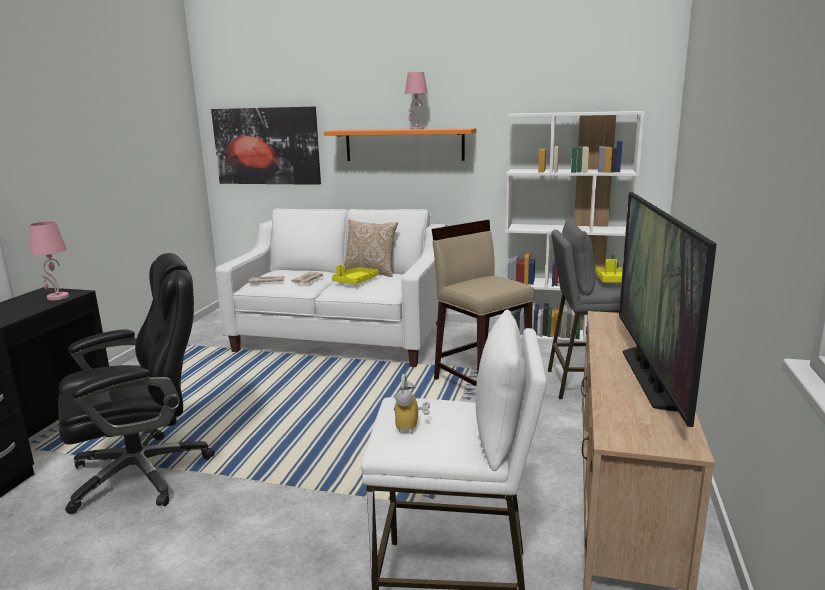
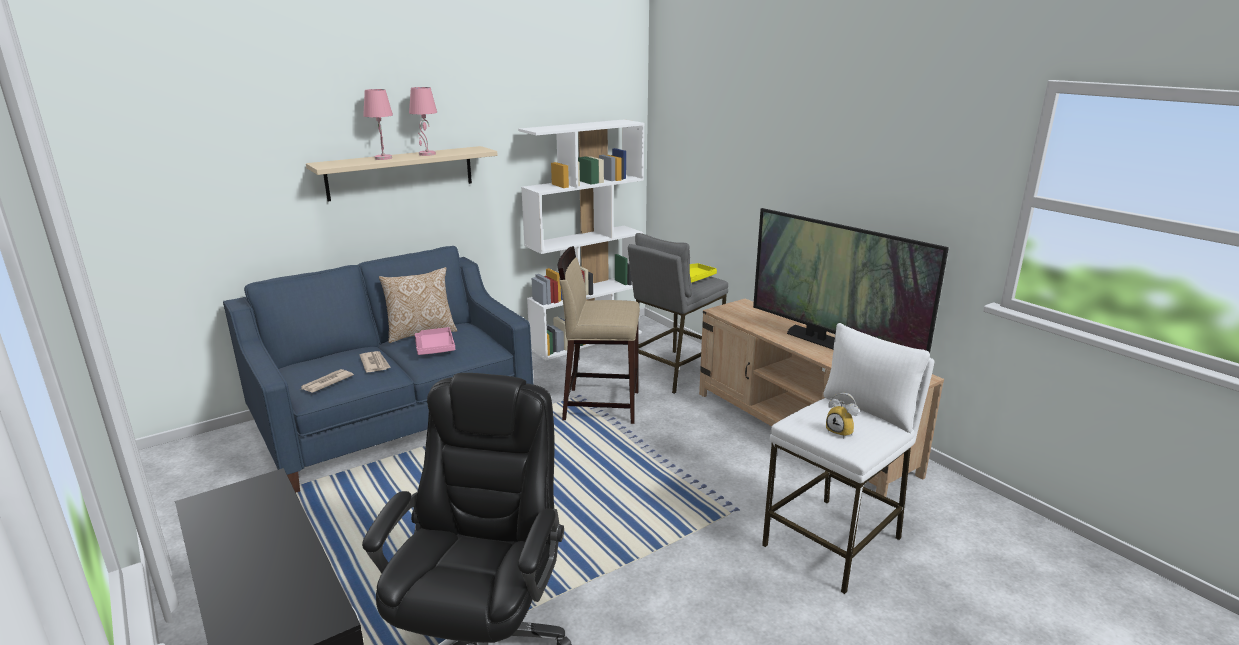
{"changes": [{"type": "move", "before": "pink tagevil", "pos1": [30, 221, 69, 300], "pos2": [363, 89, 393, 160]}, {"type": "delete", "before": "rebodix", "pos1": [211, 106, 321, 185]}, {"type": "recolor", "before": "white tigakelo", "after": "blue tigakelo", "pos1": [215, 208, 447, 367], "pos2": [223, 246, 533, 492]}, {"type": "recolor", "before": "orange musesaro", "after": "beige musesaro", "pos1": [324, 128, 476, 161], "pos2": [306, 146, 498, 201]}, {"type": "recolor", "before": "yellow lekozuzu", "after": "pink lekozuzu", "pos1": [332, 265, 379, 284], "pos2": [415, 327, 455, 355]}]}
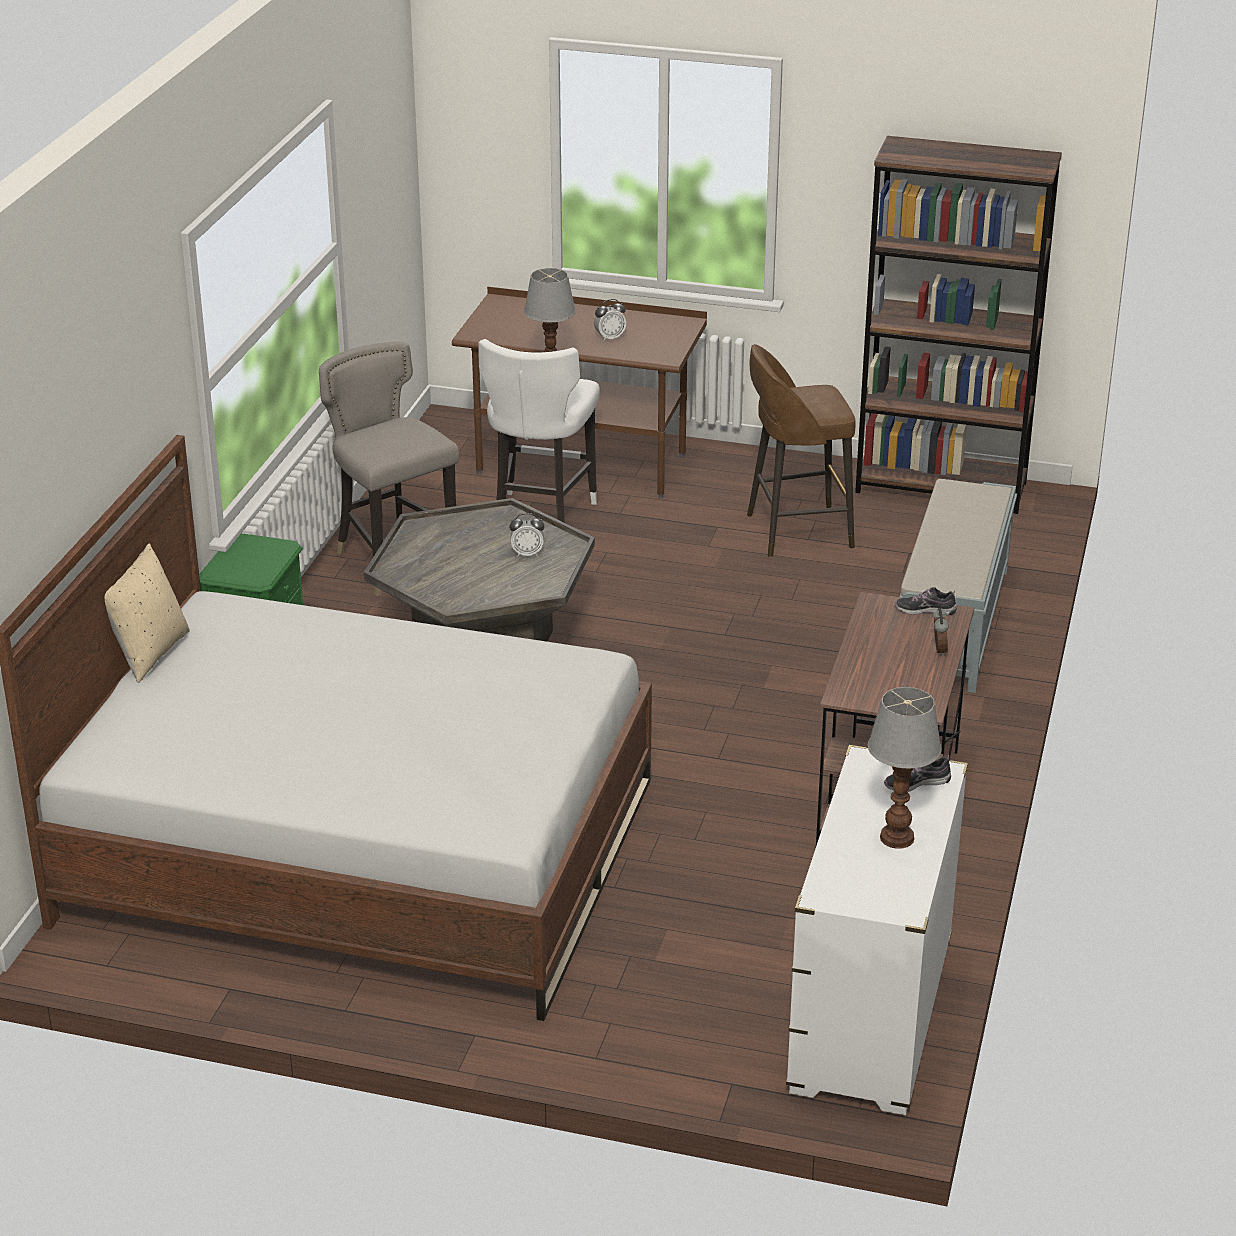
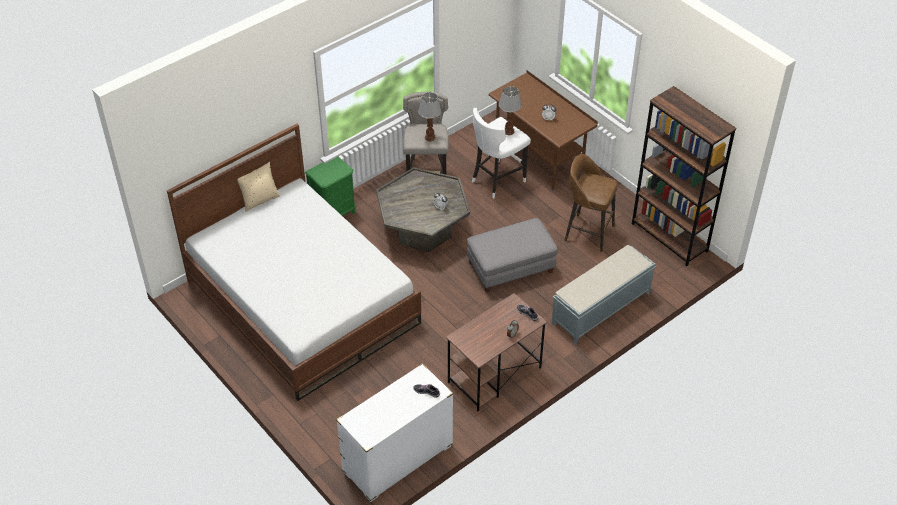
{"changes": [{"type": "move", "before": "tagevil", "pos1": [868, 687, 942, 849], "pos2": [418, 92, 441, 141]}, {"type": "insert", "after": "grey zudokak", "pos2": [467, 218, 558, 293]}]}
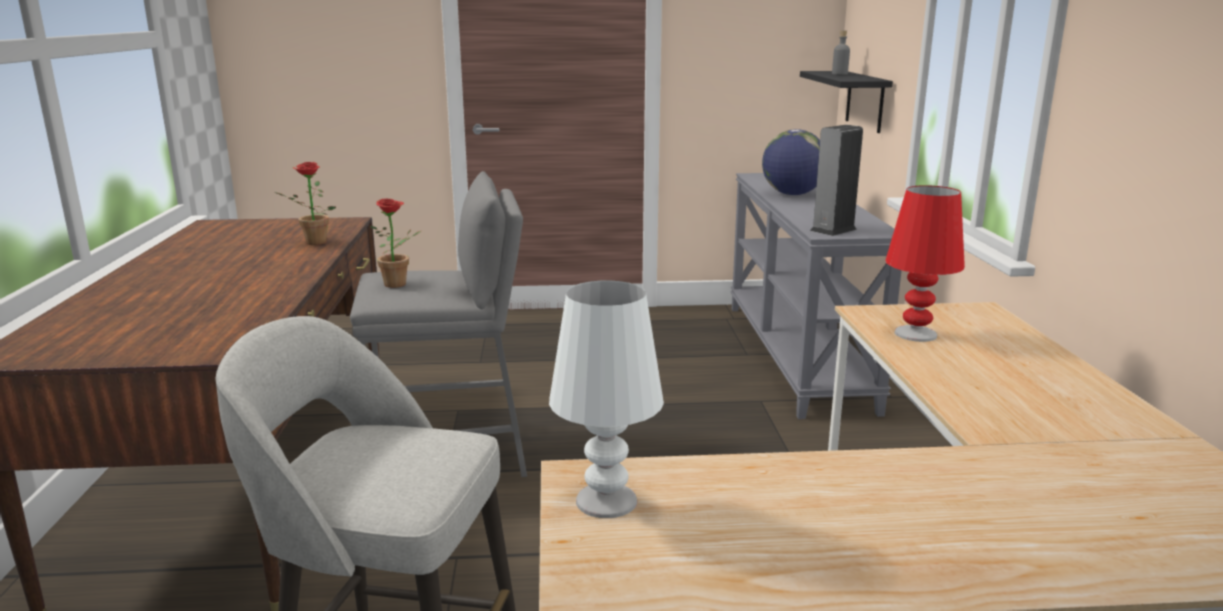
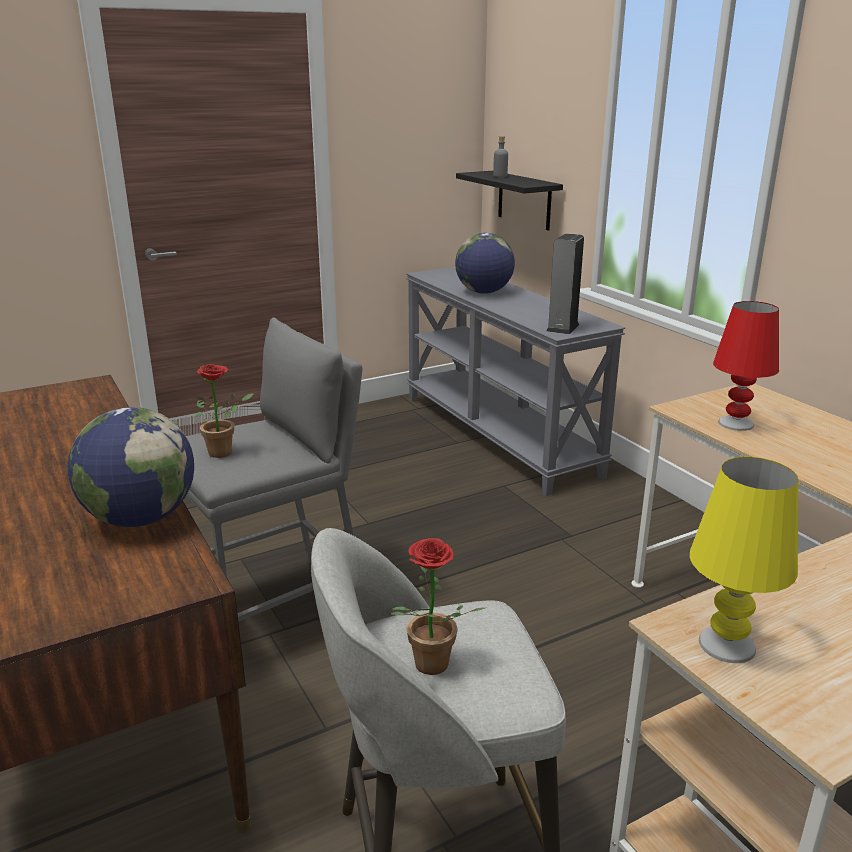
{"changes": [{"type": "move", "before": "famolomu", "pos1": [275, 162, 336, 245], "pos2": [390, 538, 485, 675]}, {"type": "recolor", "before": "white tagevil", "after": "yellow tagevil", "pos1": [549, 281, 664, 518], "pos2": [690, 457, 798, 663]}, {"type": "insert", "after": "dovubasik", "pos2": [68, 407, 194, 527]}]}
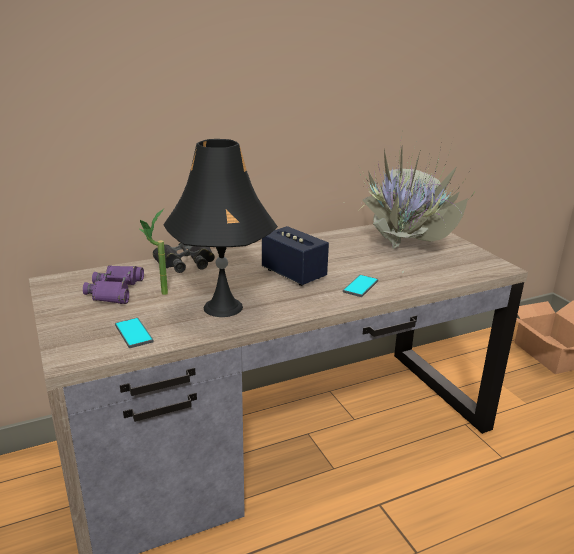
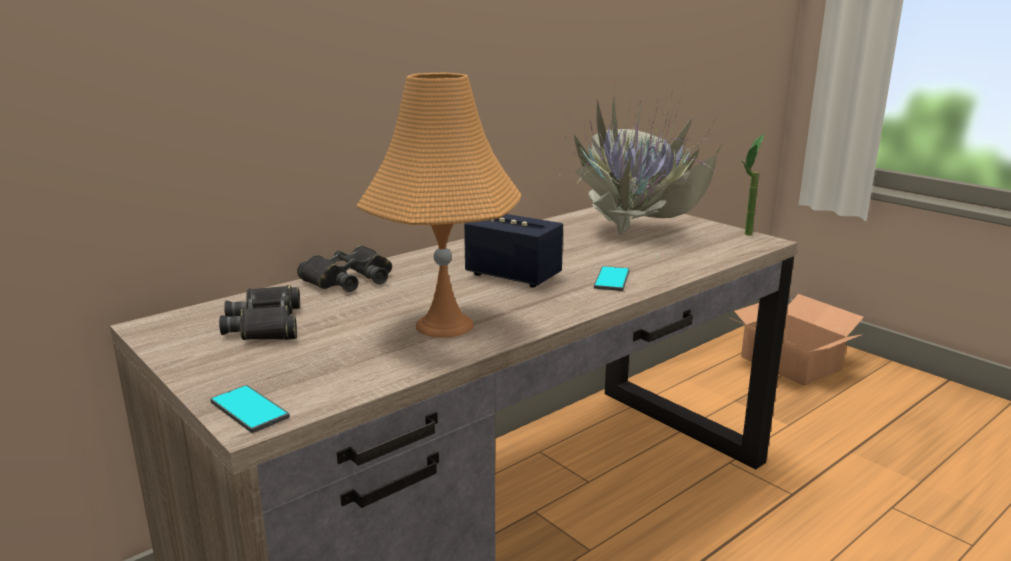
{"changes": [{"type": "recolor", "before": "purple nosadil", "after": "black nosadil", "pos1": [83, 265, 144, 304], "pos2": [219, 285, 300, 340]}, {"type": "move", "before": "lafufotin", "pos1": [115, 318, 154, 348], "pos2": [210, 385, 290, 433]}, {"type": "move", "before": "famolomu", "pos1": [140, 209, 168, 295], "pos2": [740, 134, 764, 236]}, {"type": "recolor", "before": "black tagevil", "after": "orange tagevil", "pos1": [163, 139, 278, 317], "pos2": [356, 73, 522, 338]}]}
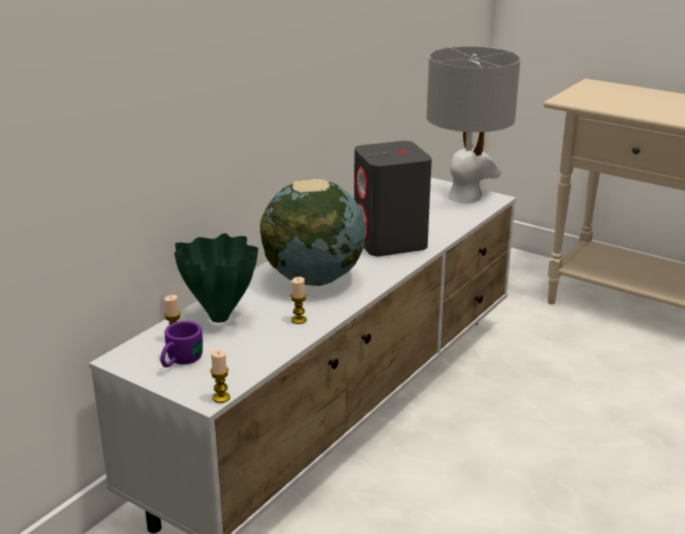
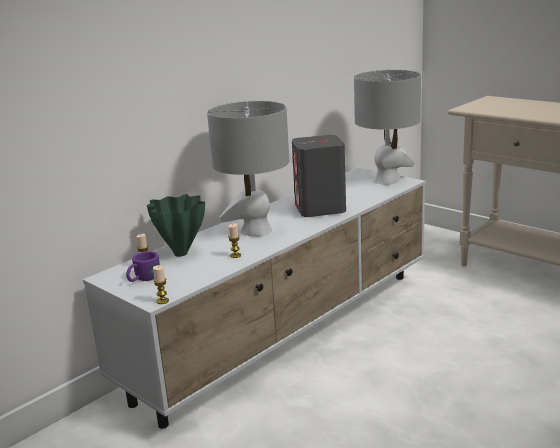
{"changes": [{"type": "replace", "before": "dovubasik", "after": "grey tagevil", "pos1": [260, 179, 366, 286], "pos2": [207, 101, 289, 237]}]}
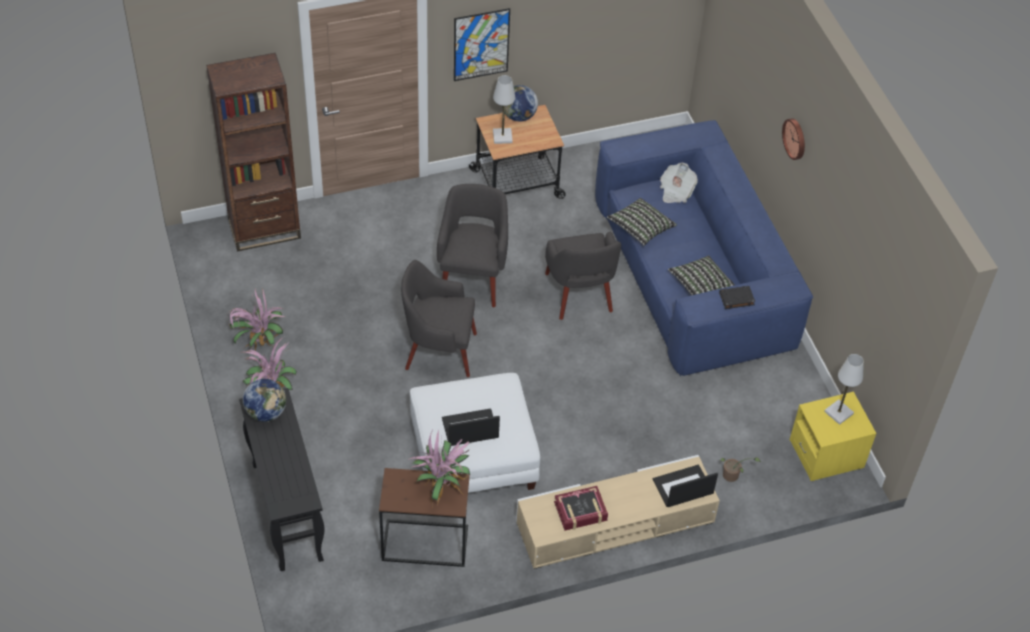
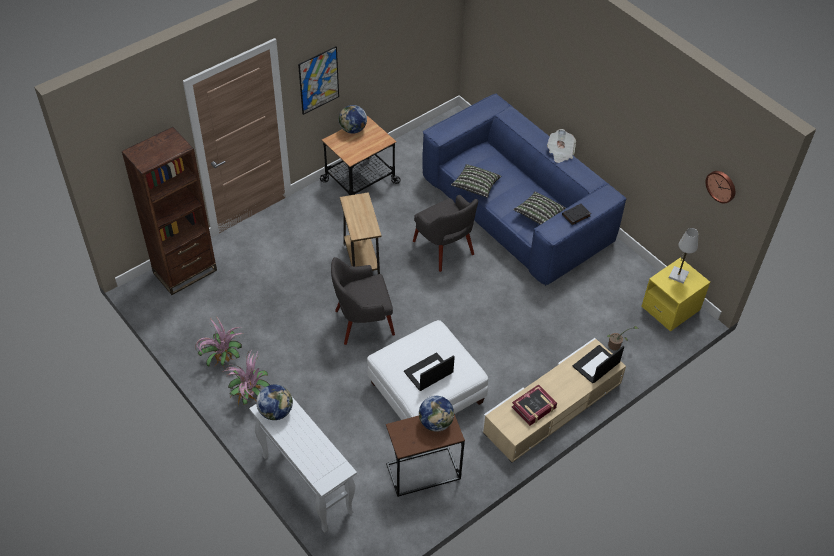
{"changes": [{"type": "recolor", "before": "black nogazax", "after": "white nogazax", "pos1": [239, 388, 325, 571], "pos2": [249, 397, 357, 533]}, {"type": "replace", "before": "famolomu", "after": "dovubasik", "pos1": [408, 430, 470, 508], "pos2": [419, 396, 454, 432]}, {"type": "replace", "before": "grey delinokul", "after": "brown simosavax", "pos1": [437, 184, 508, 307], "pos2": [340, 192, 382, 274]}, {"type": "delete", "before": "white tagevil", "pos1": [493, 75, 515, 144]}, {"type": "move", "before": "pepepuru", "pos1": [660, 163, 698, 203], "pos2": [547, 129, 576, 163]}, {"type": "move", "before": "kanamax", "pos1": [782, 118, 805, 160], "pos2": [705, 171, 735, 203]}]}
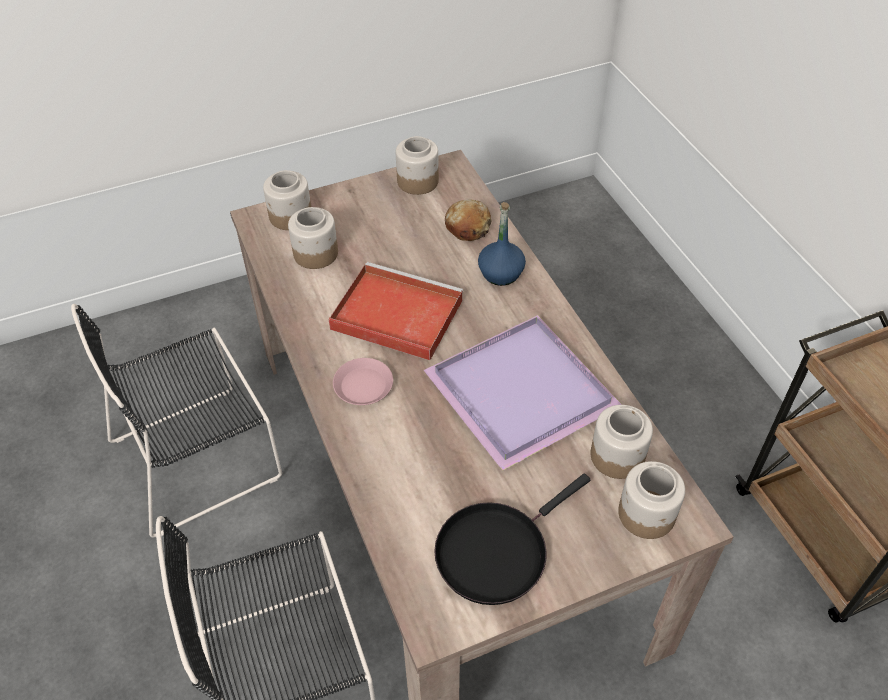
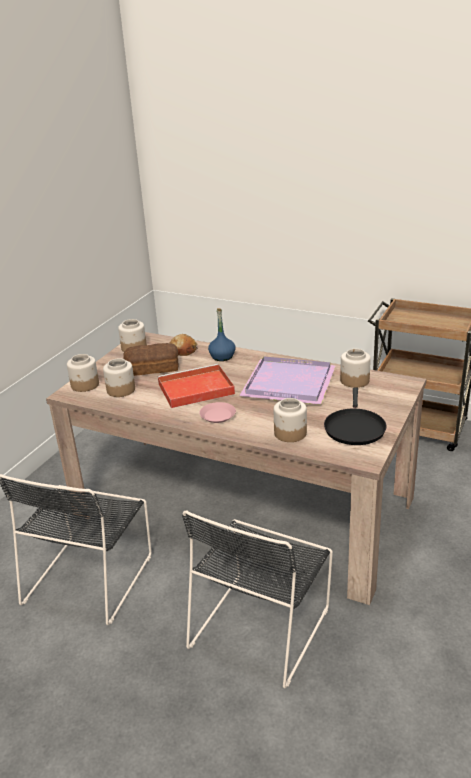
{"changes": [{"type": "move", "before": "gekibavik", "pos1": [618, 461, 685, 539], "pos2": [274, 398, 307, 442]}, {"type": "insert", "after": "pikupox", "pos2": [123, 343, 178, 376]}]}
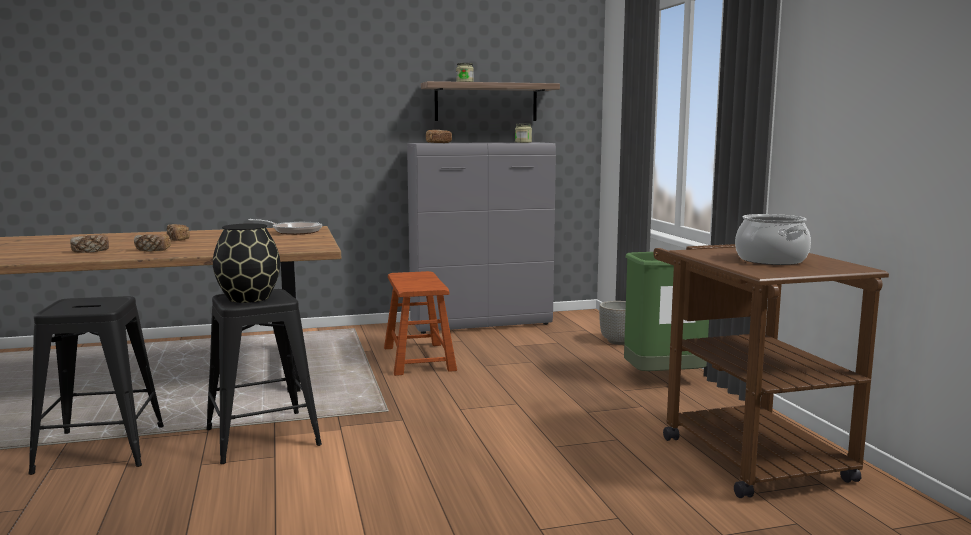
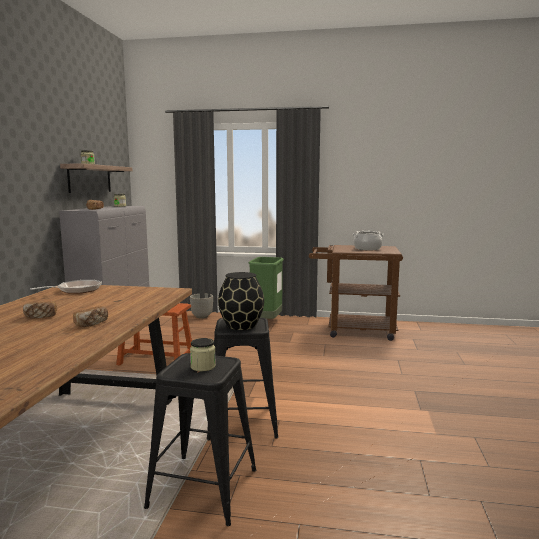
{"changes": [{"type": "delete", "before": "pikupox", "pos1": [70, 234, 109, 253]}, {"type": "insert", "after": "gekibavik", "pos2": [190, 338, 216, 371]}]}
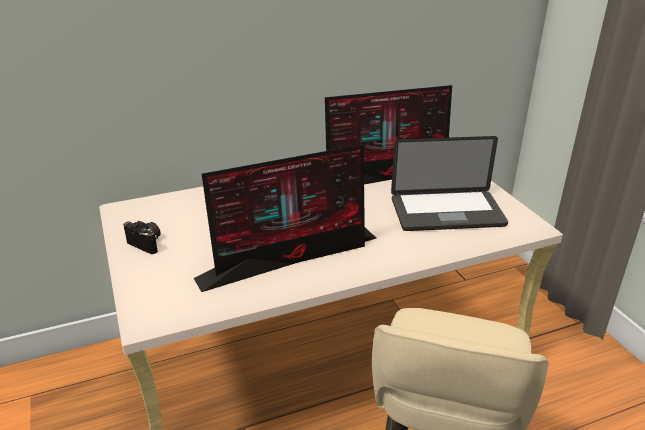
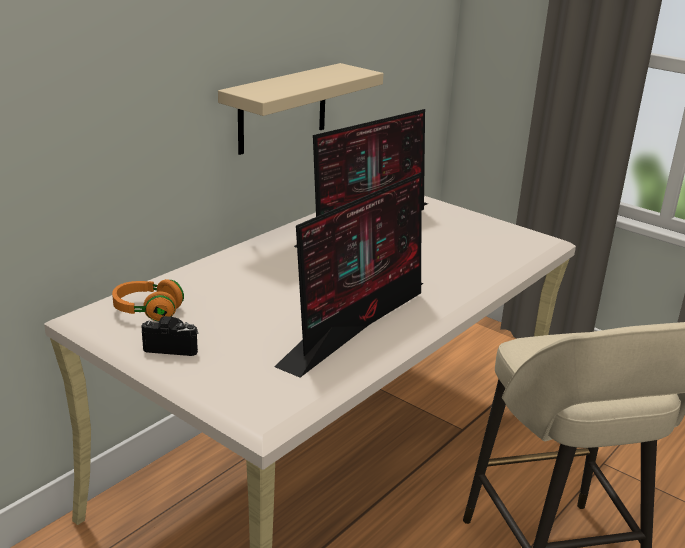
{"changes": [{"type": "delete", "before": "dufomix", "pos1": [391, 136, 508, 231]}, {"type": "insert", "after": "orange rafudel", "pos2": [112, 279, 184, 322]}, {"type": "insert", "after": "beige musesaro", "pos2": [218, 63, 384, 155]}]}
